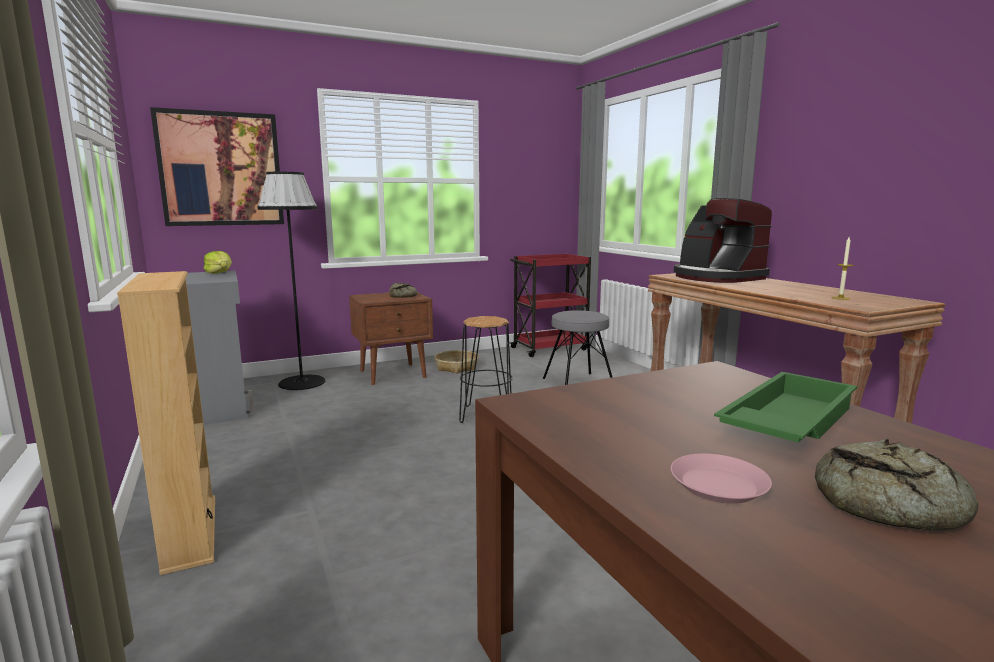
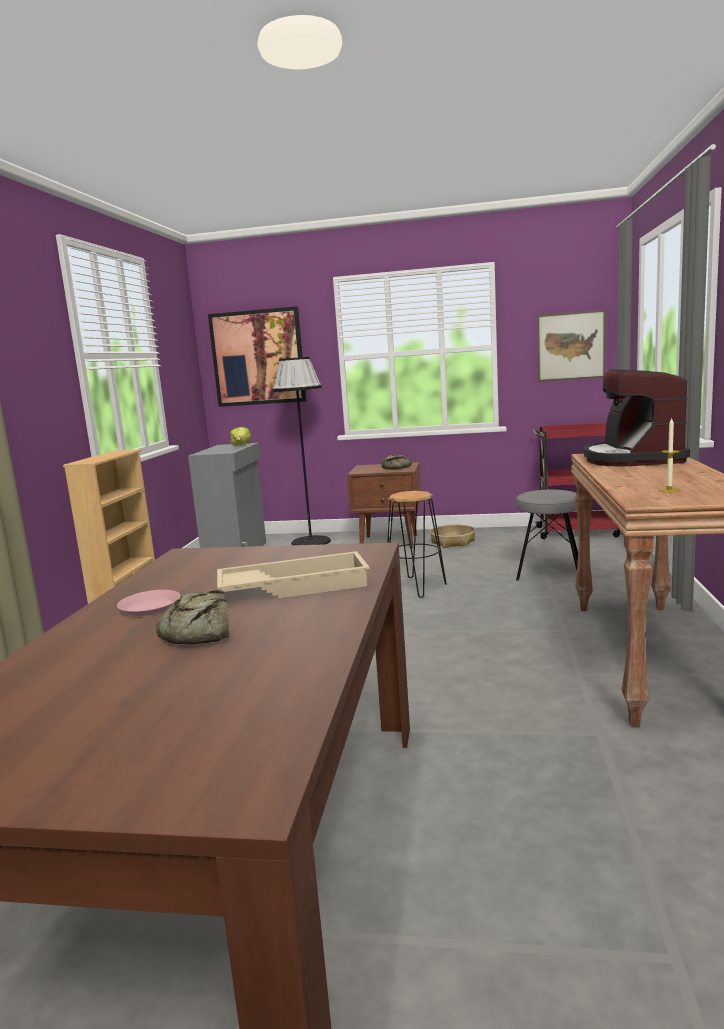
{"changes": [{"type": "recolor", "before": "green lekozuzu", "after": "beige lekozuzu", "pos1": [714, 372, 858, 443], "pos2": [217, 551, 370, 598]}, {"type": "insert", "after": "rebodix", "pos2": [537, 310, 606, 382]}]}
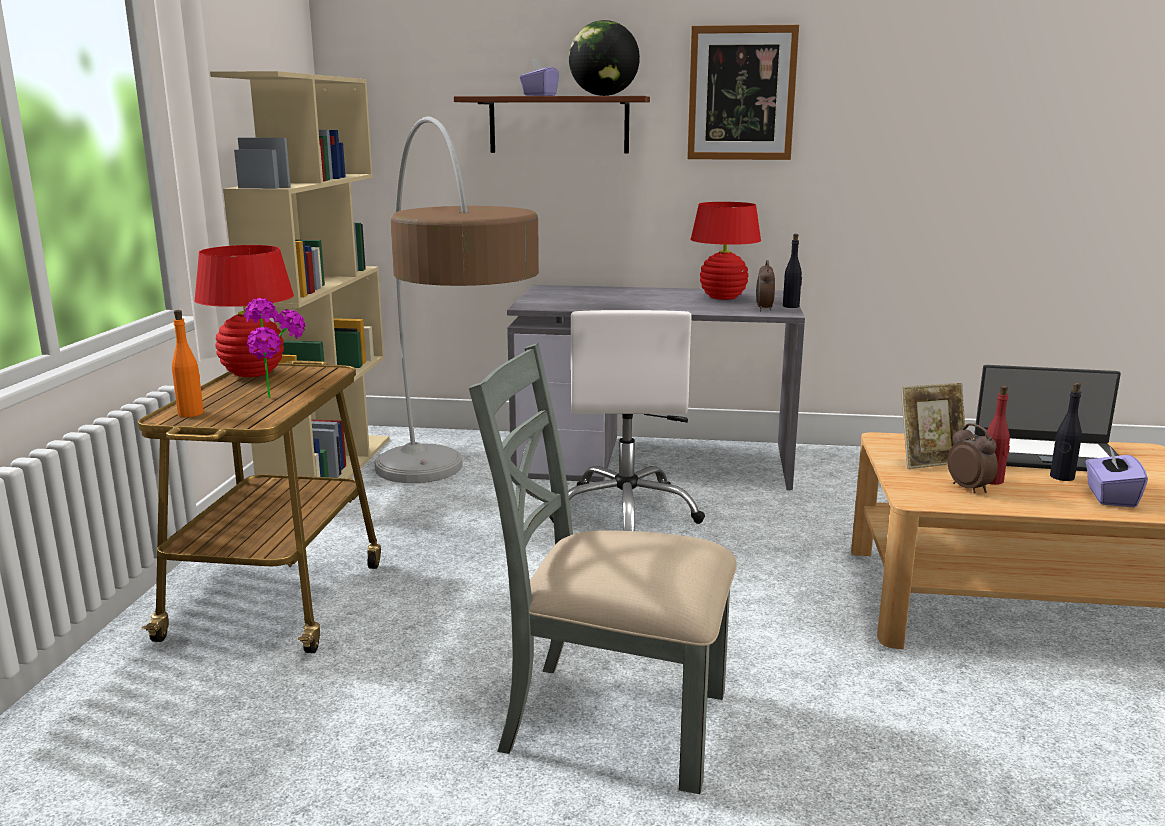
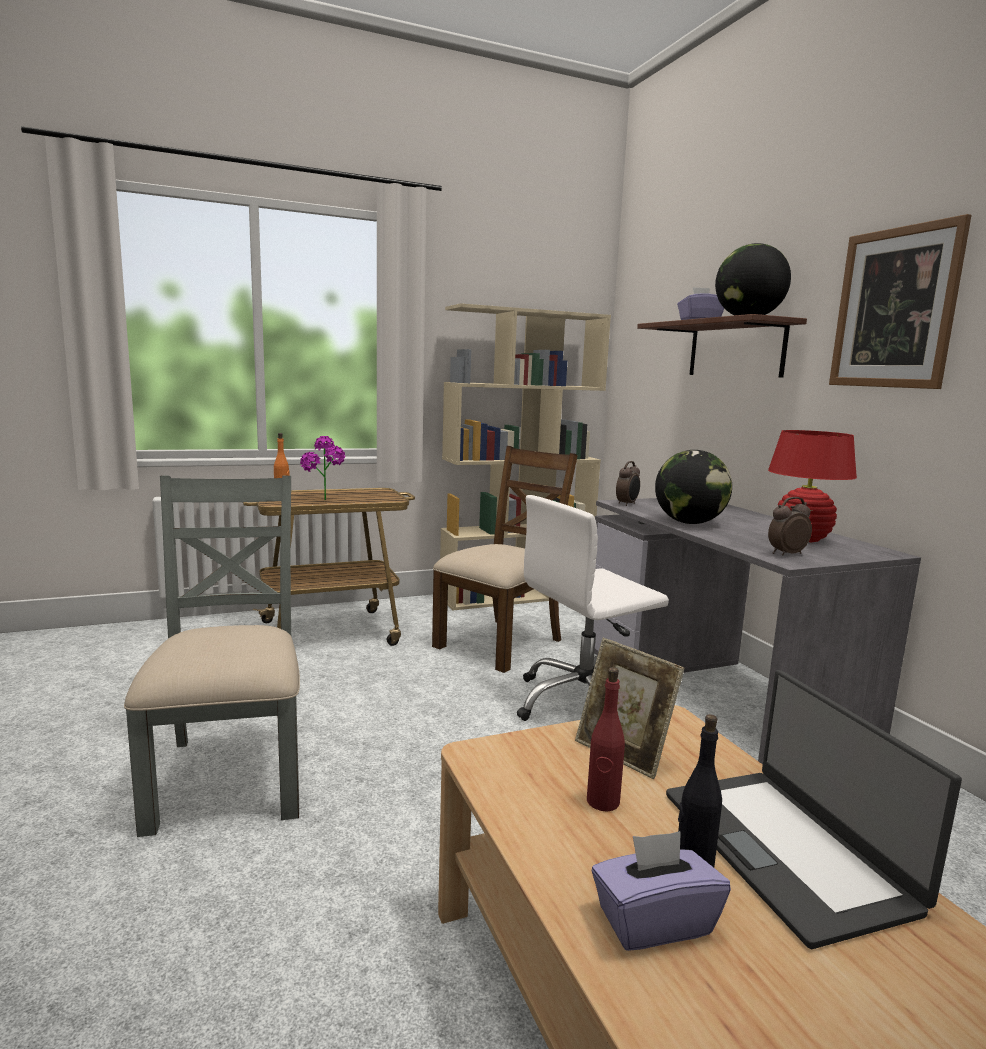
{"changes": [{"type": "delete", "before": "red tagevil", "pos1": [194, 245, 294, 377]}, {"type": "replace", "before": "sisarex", "after": "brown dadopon", "pos1": [374, 117, 539, 483], "pos2": [432, 446, 578, 673]}, {"type": "delete", "before": "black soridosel", "pos1": [783, 234, 802, 308]}, {"type": "move", "before": "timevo", "pos1": [947, 423, 998, 493], "pos2": [616, 461, 640, 506]}, {"type": "insert", "after": "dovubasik", "pos2": [655, 450, 732, 524]}]}
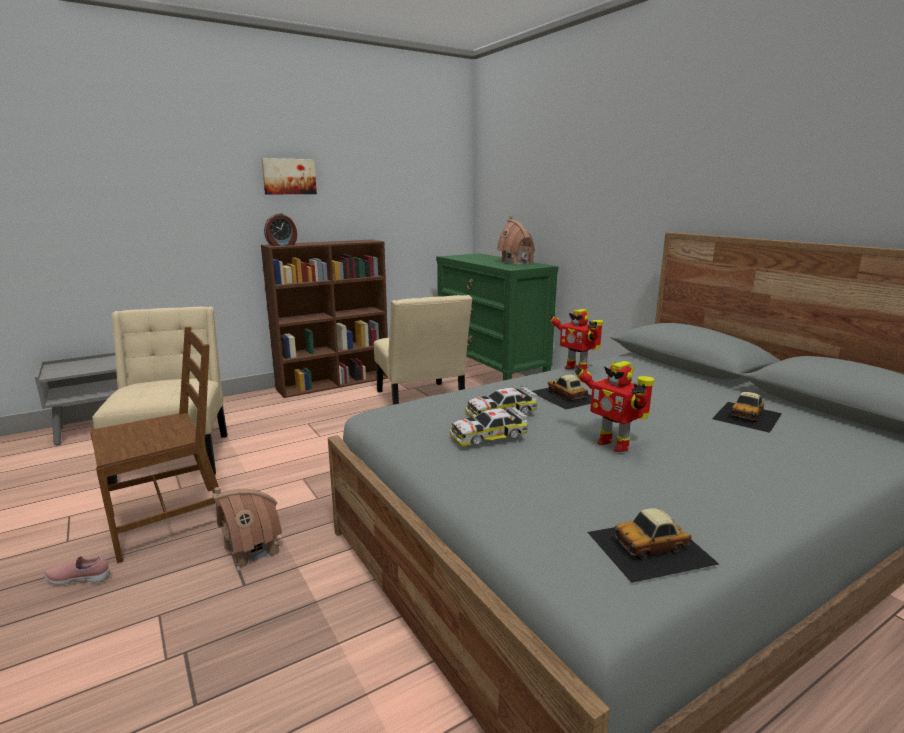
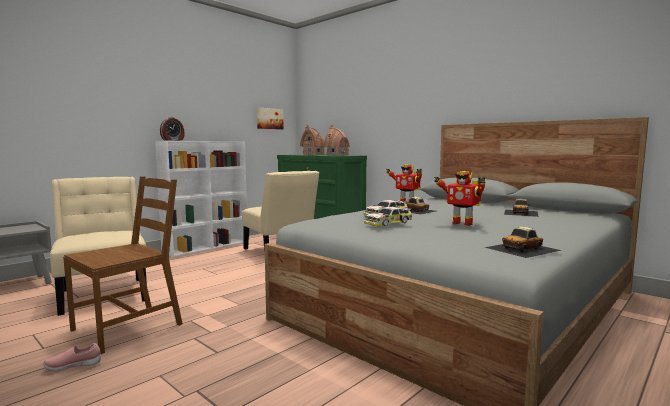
{"changes": [{"type": "move", "before": "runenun", "pos1": [212, 487, 282, 571], "pos2": [300, 125, 325, 155]}, {"type": "move", "before": "rebodix", "pos1": [261, 158, 317, 194], "pos2": [257, 107, 284, 130]}, {"type": "recolor", "before": "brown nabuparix", "after": "white nabuparix", "pos1": [261, 239, 388, 398], "pos2": [155, 141, 247, 257]}]}
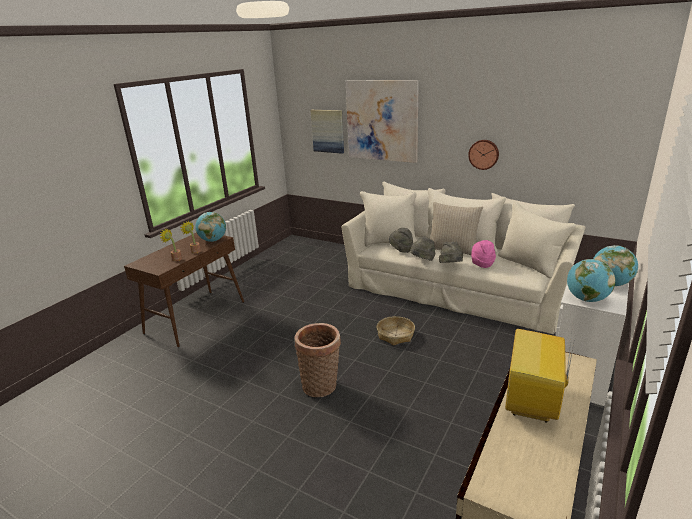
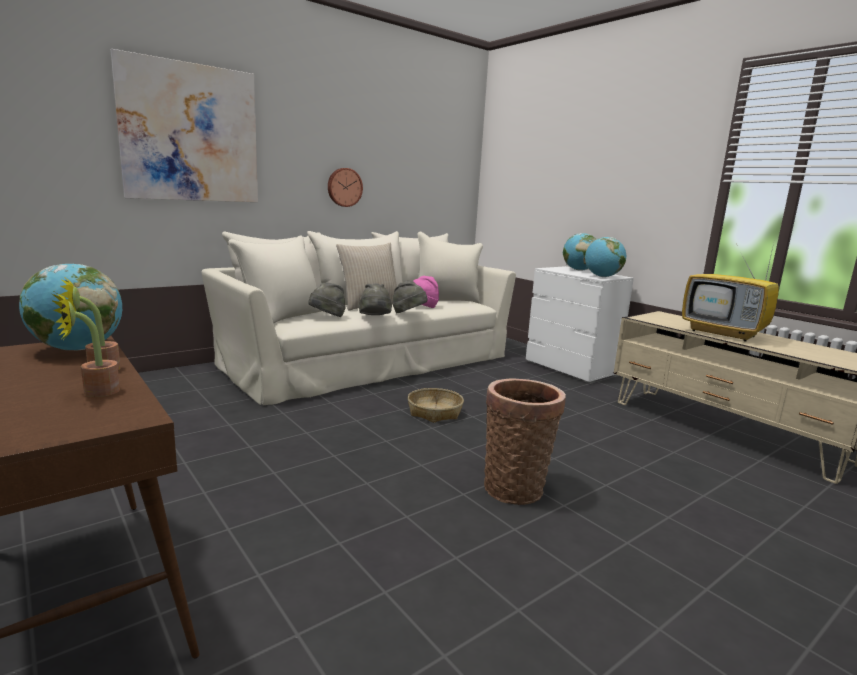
{"changes": [{"type": "delete", "before": "rebodix", "pos1": [310, 110, 344, 154]}]}
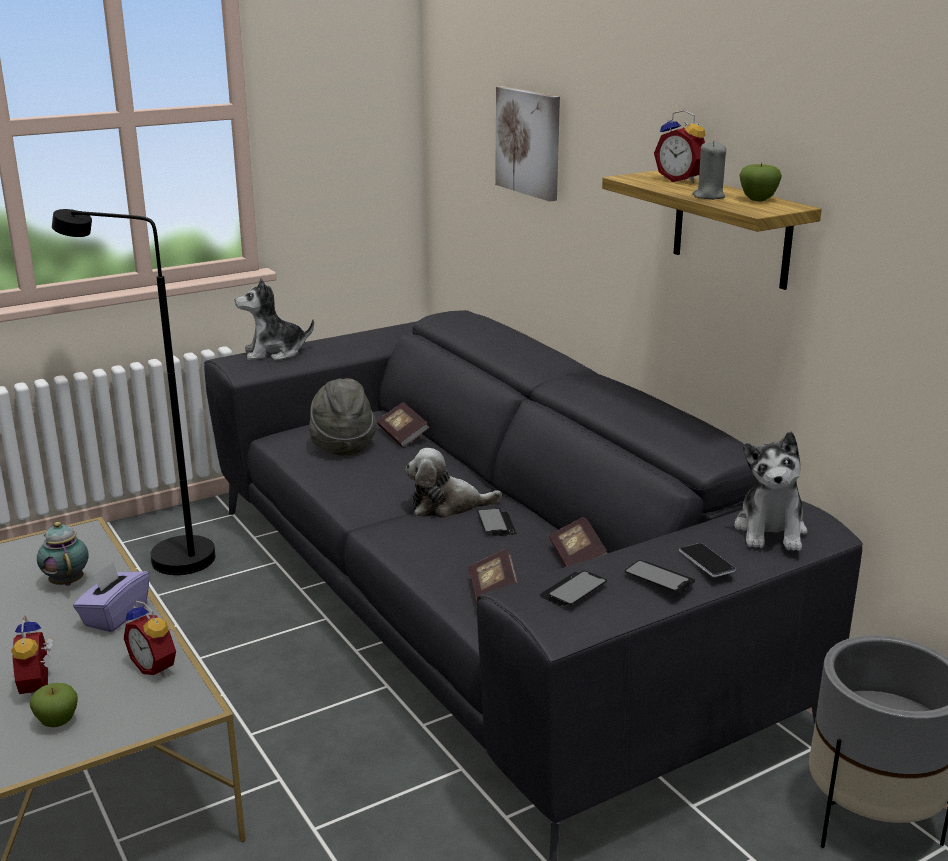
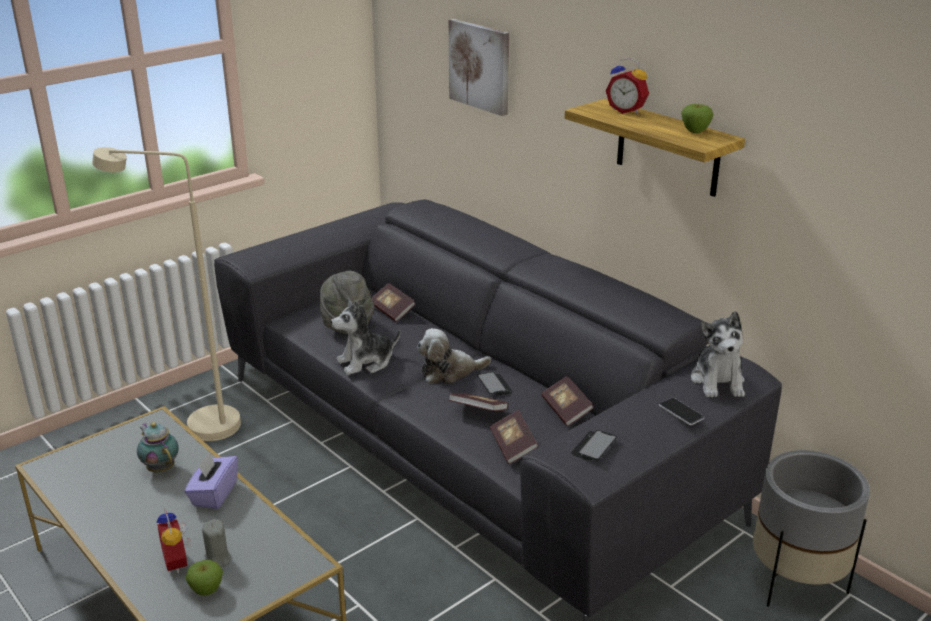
{"changes": [{"type": "recolor", "before": "black sisarex", "after": "beige sisarex", "pos1": [52, 209, 215, 575], "pos2": [92, 147, 241, 441]}, {"type": "delete", "before": "timevo", "pos1": [124, 601, 177, 677]}, {"type": "move", "before": "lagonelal", "pos1": [235, 278, 314, 361], "pos2": [331, 298, 401, 375]}, {"type": "delete", "before": "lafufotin", "pos1": [624, 560, 695, 592]}, {"type": "move", "before": "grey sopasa", "pos1": [692, 140, 726, 200], "pos2": [202, 519, 231, 567]}, {"type": "insert", "after": "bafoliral", "pos2": [448, 393, 508, 411]}]}
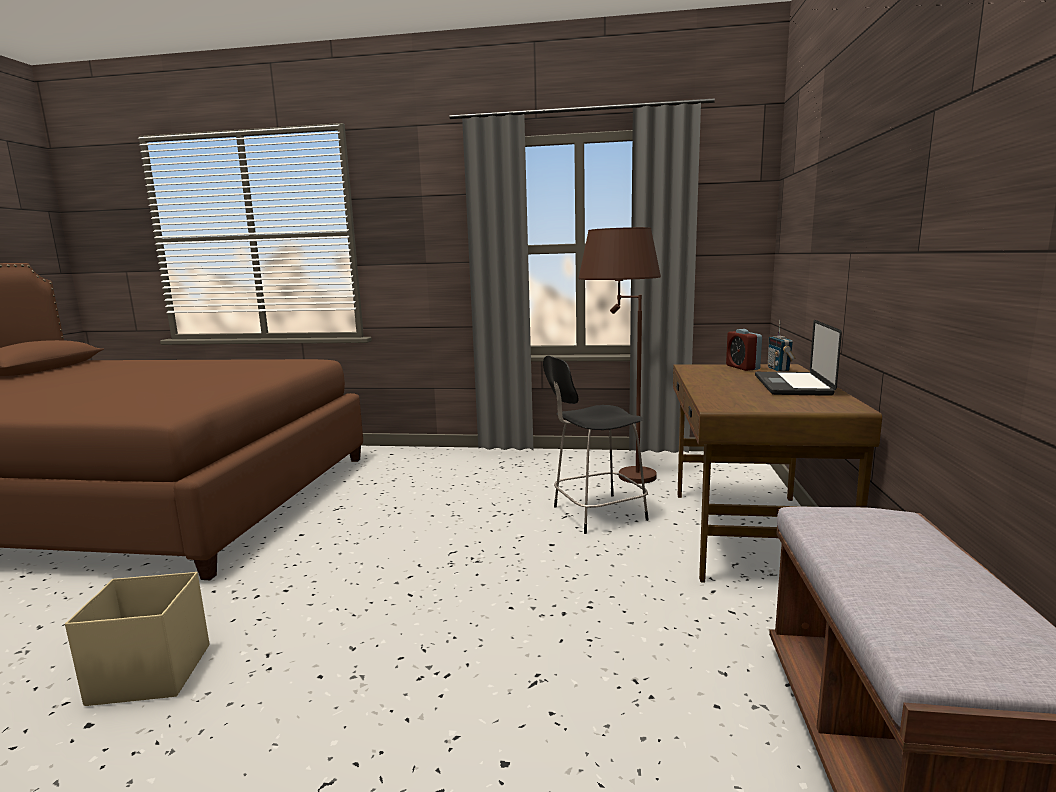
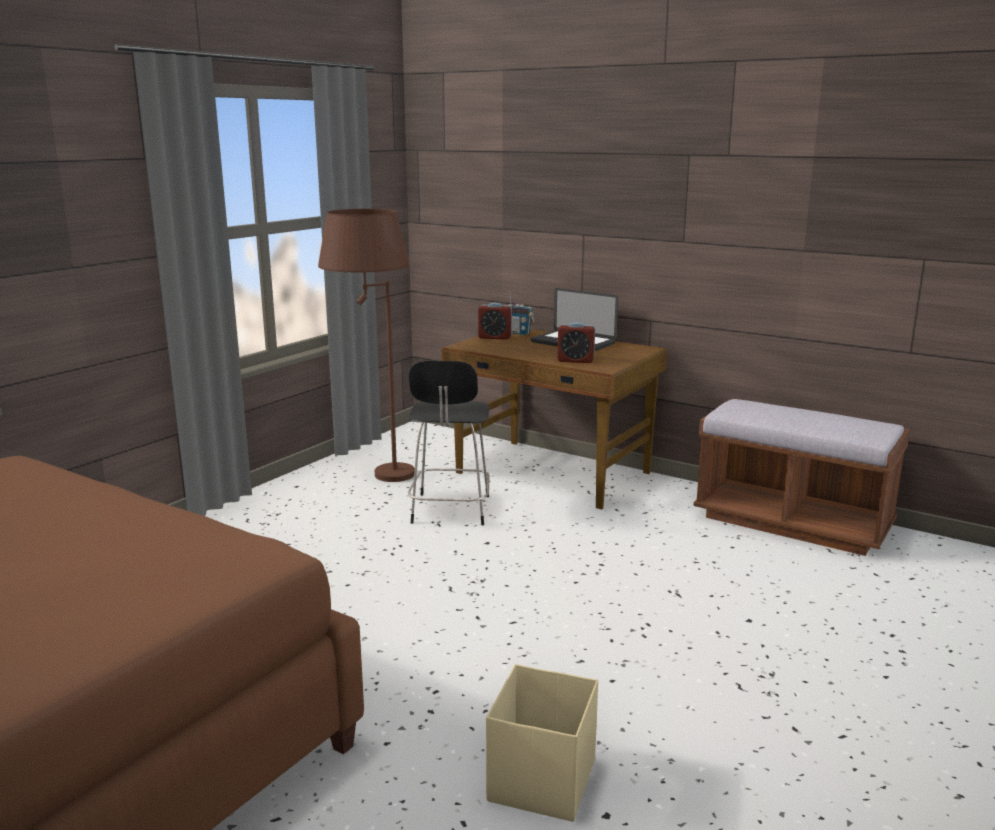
{"changes": [{"type": "insert", "after": "timevo", "pos2": [557, 322, 595, 363]}]}
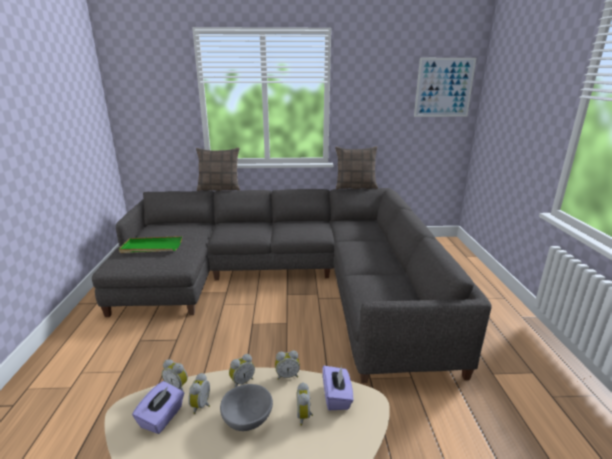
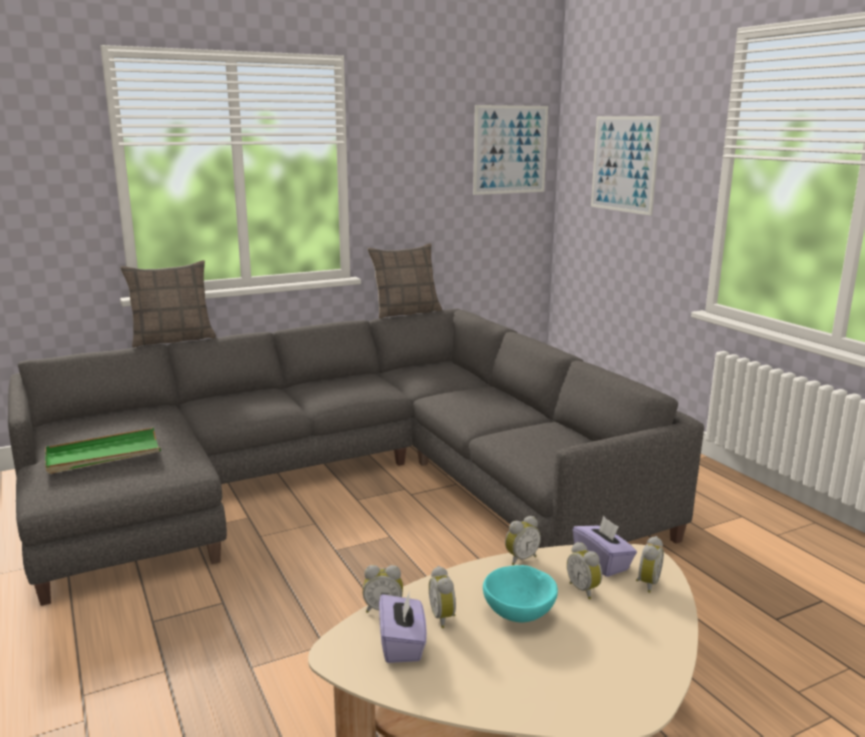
{"changes": [{"type": "recolor", "before": "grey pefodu", "after": "turquoise pefodu", "pos1": [220, 384, 273, 431], "pos2": [483, 565, 558, 622]}, {"type": "move", "before": "timevo", "pos1": [229, 354, 255, 388], "pos2": [636, 536, 664, 593]}, {"type": "insert", "after": "rebodix", "pos2": [591, 116, 661, 216]}]}
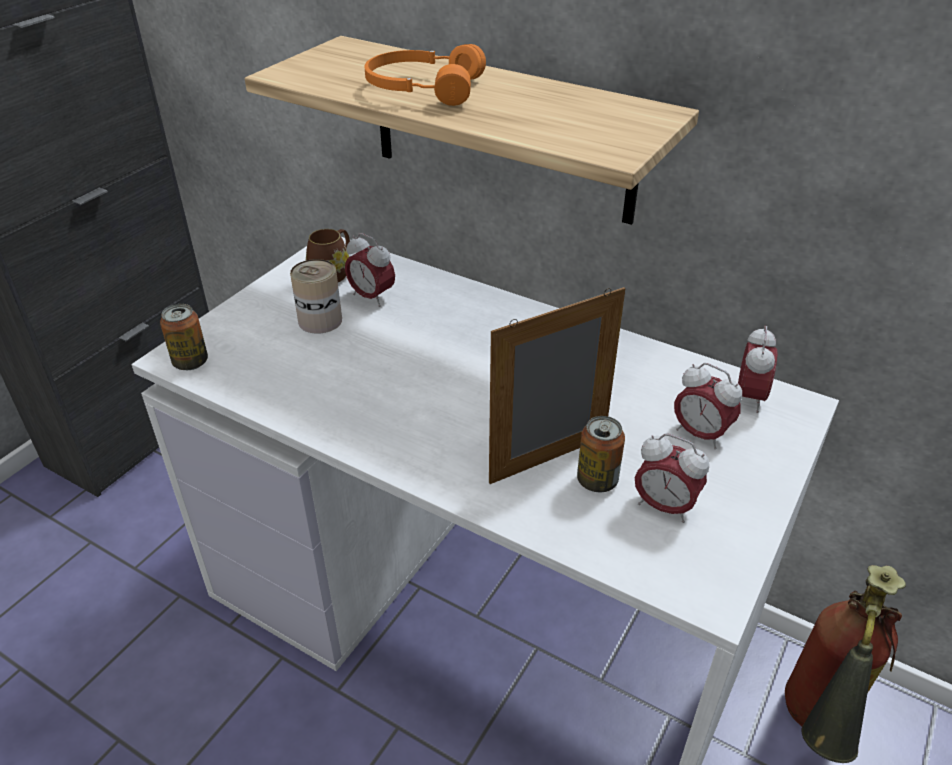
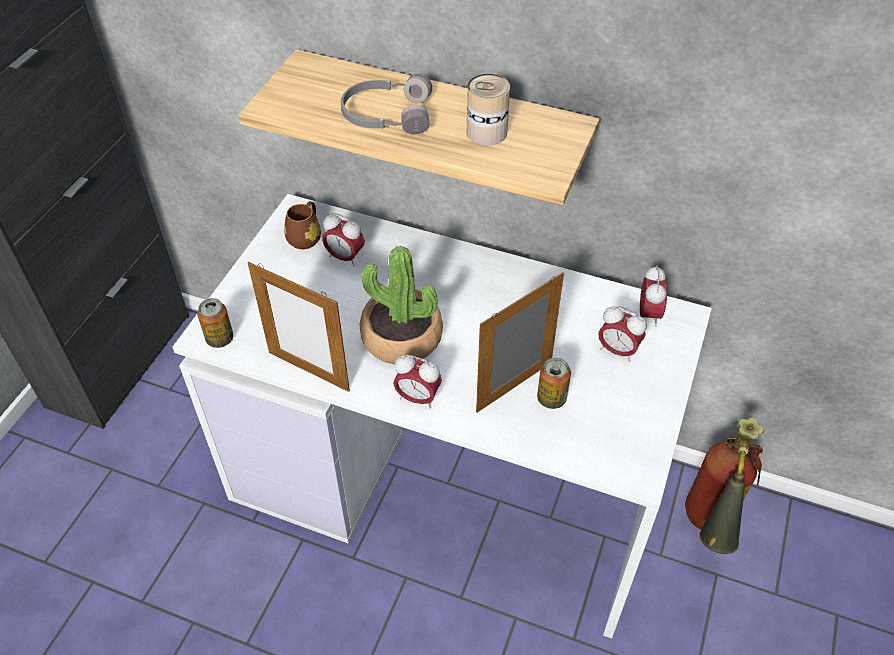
{"changes": [{"type": "move", "before": "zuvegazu", "pos1": [290, 259, 342, 334], "pos2": [467, 74, 510, 145]}, {"type": "recolor", "before": "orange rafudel", "after": "grey rafudel", "pos1": [364, 44, 486, 106], "pos2": [341, 74, 432, 134]}, {"type": "move", "before": "timevo", "pos1": [635, 433, 709, 523], "pos2": [393, 355, 442, 408]}, {"type": "insert", "after": "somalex", "pos2": [248, 262, 350, 392]}, {"type": "insert", "after": "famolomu", "pos2": [360, 246, 443, 364]}]}
